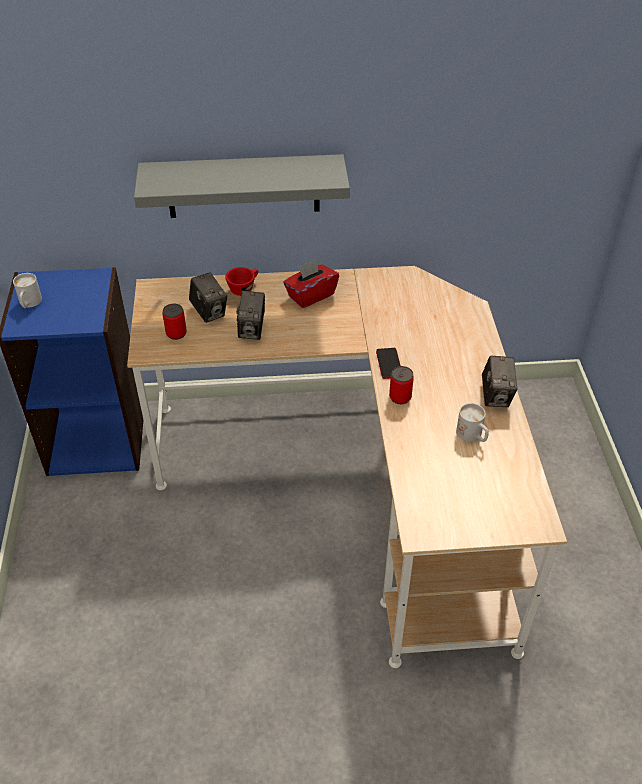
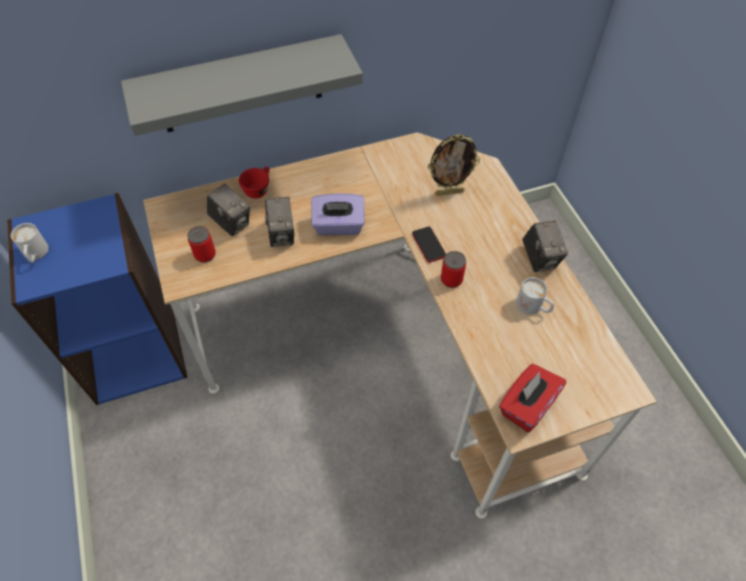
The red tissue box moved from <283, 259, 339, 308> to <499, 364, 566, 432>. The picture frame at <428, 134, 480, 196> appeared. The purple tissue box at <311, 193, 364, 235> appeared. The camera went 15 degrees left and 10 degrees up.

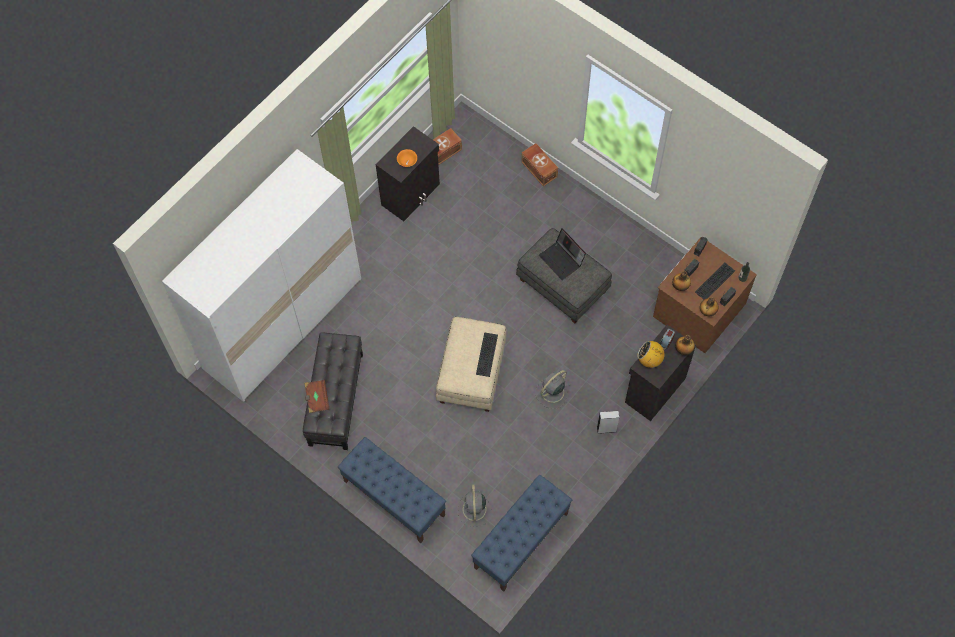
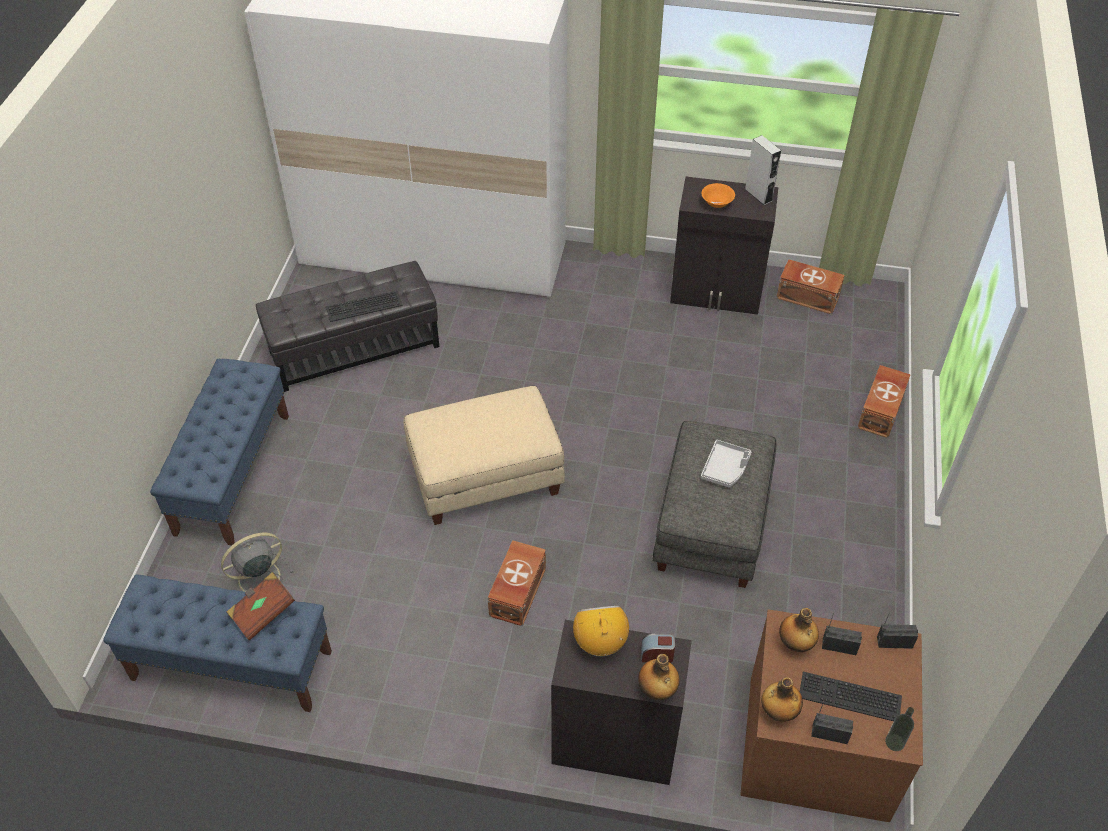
The laptop at <539, 228, 586, 280> was replaced by the grey tray at <701, 440, 752, 487>. The keyboard moved from <476, 332, 498, 377> to <326, 291, 403, 322>. The grey fan at <535, 370, 570, 409> was replaced by the brown storage box at <488, 540, 546, 626>. The brown book moved from <304, 380, 330, 413> to <227, 572, 295, 640>. The grey speaker moved from <597, 411, 619, 434> to <745, 135, 781, 205>. The camera went 60 degrees right and 15 degrees down.

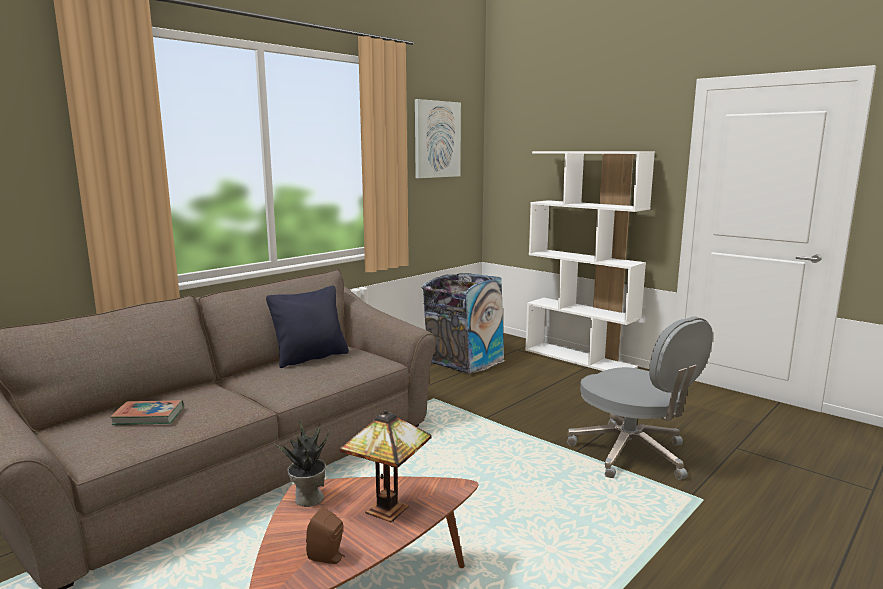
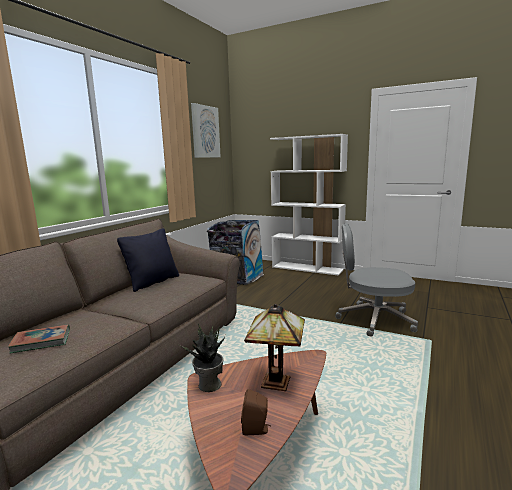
The grey office chair at <567, 316, 713, 480> turned 150 degrees clockwise. The camera went 15 degrees left and 0 degrees up.

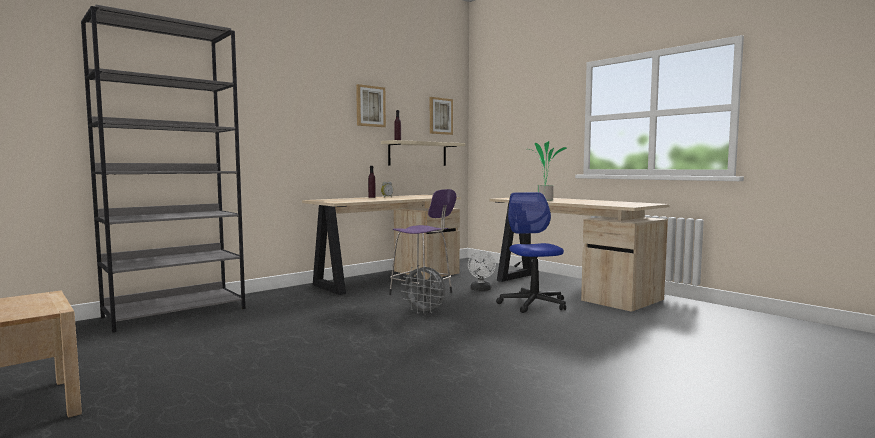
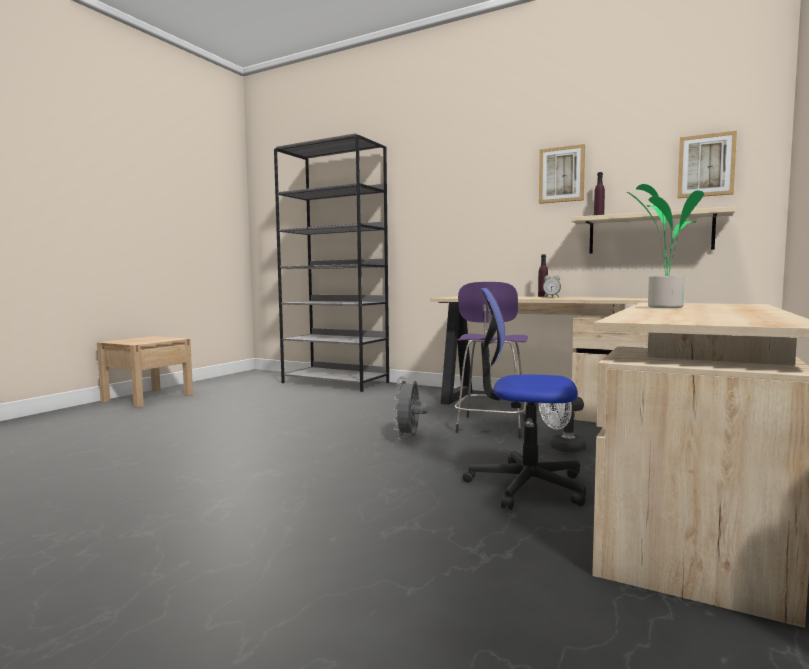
The office chair at <496, 192, 566, 313> turned 135 degrees counterclockwise. The camera went 70 degrees right and 0 degrees up.

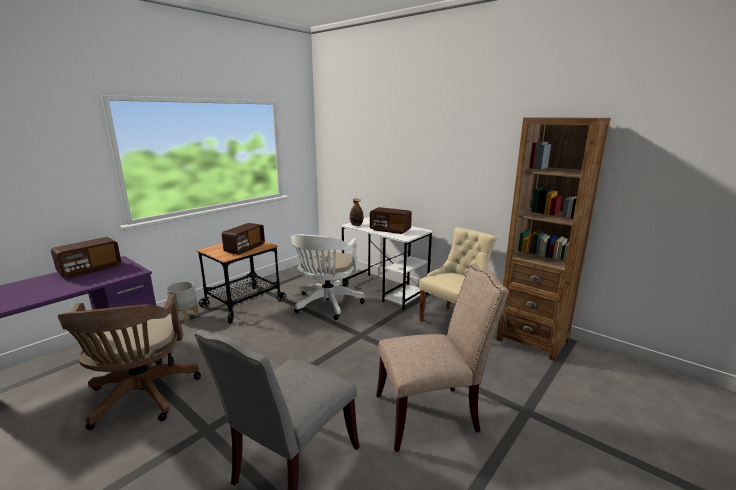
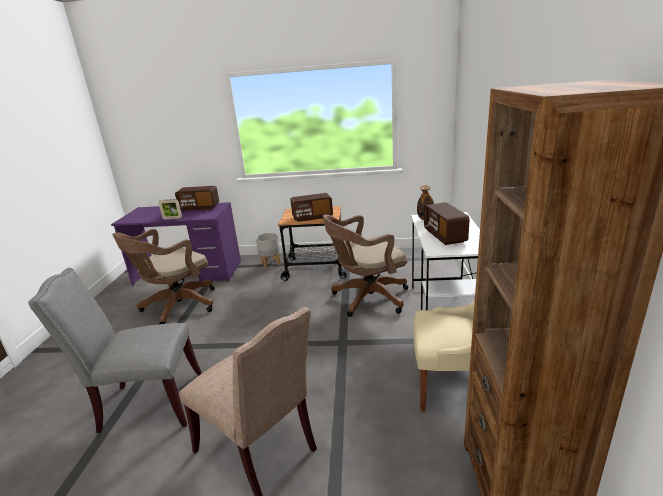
The white office chair at <291, 234, 365, 320> became the brown office chair at <323, 214, 408, 317>. The picture frame at <159, 199, 182, 219> appeared. The camera went 55 degrees right and 5 degrees up.

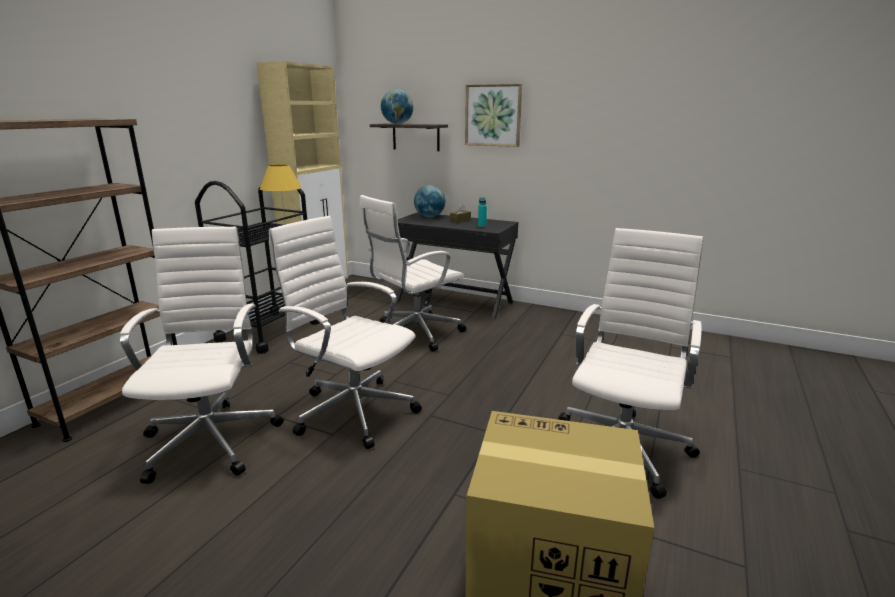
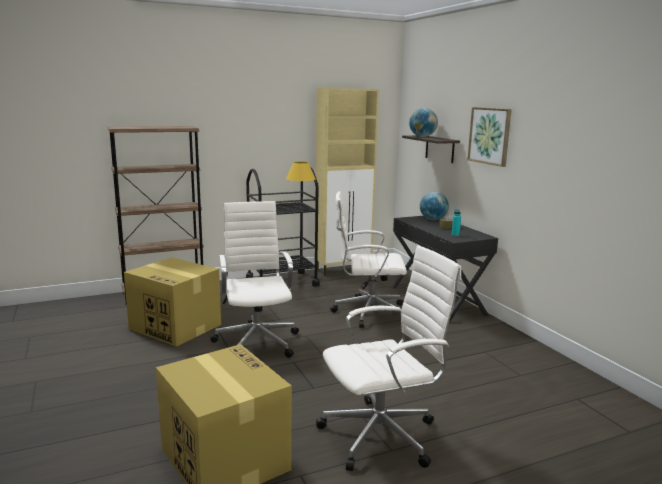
The white office chair at <120, 227, 284, 484> was replaced by the cardboard box at <124, 257, 221, 347>. The camera went 40 degrees right and 5 degrees down.

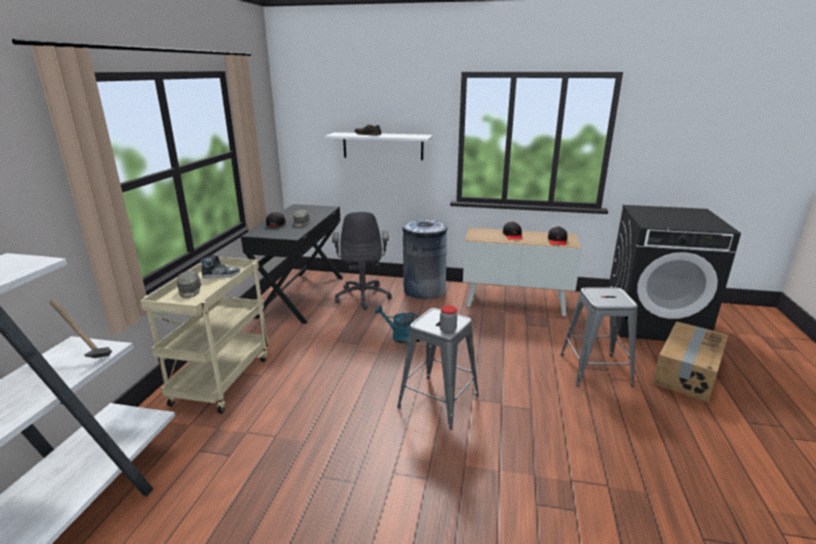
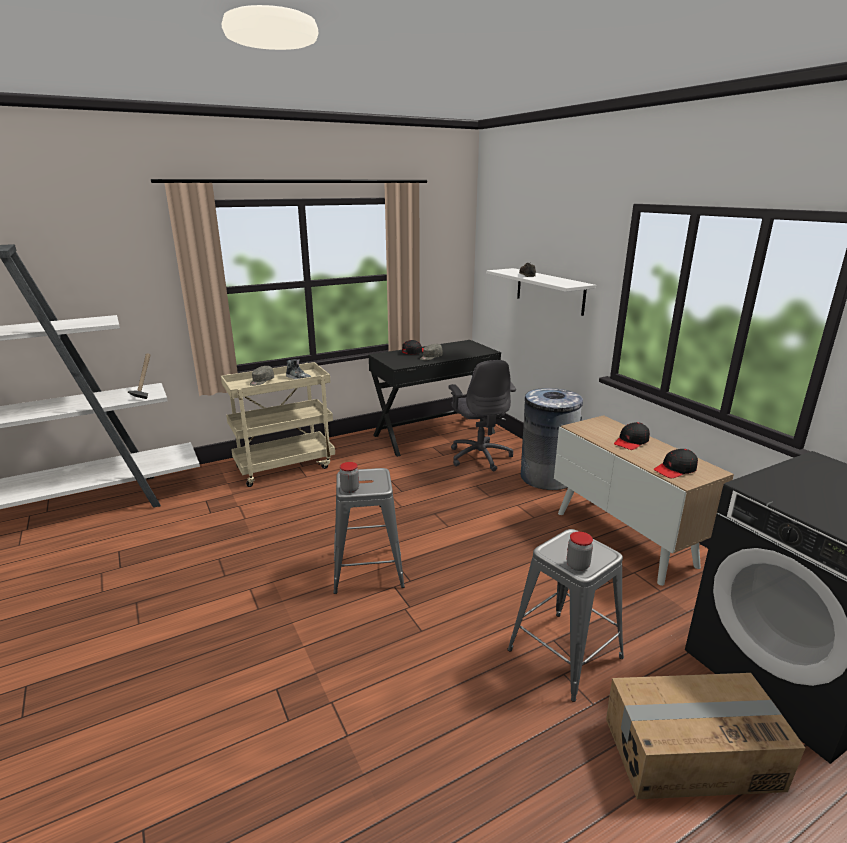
The grey office chair at <332, 212, 392, 310> turned 60 degrees counterclockwise. The turquoise watering can at <375, 306, 419, 344> disappeared. The jar at <567, 532, 593, 571> appeared. The camera went 50 degrees right and 0 degrees up.

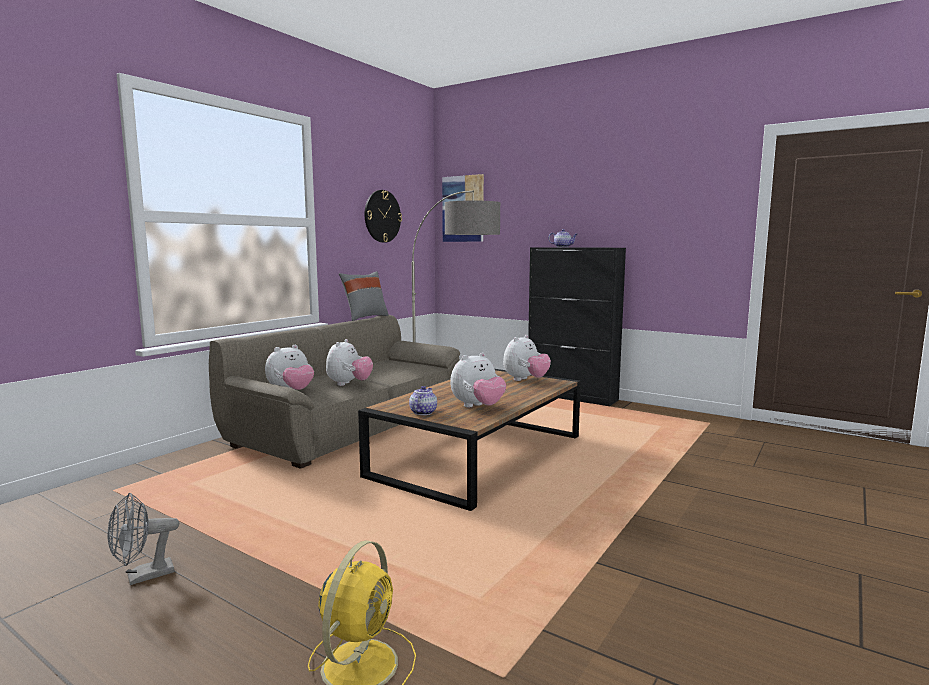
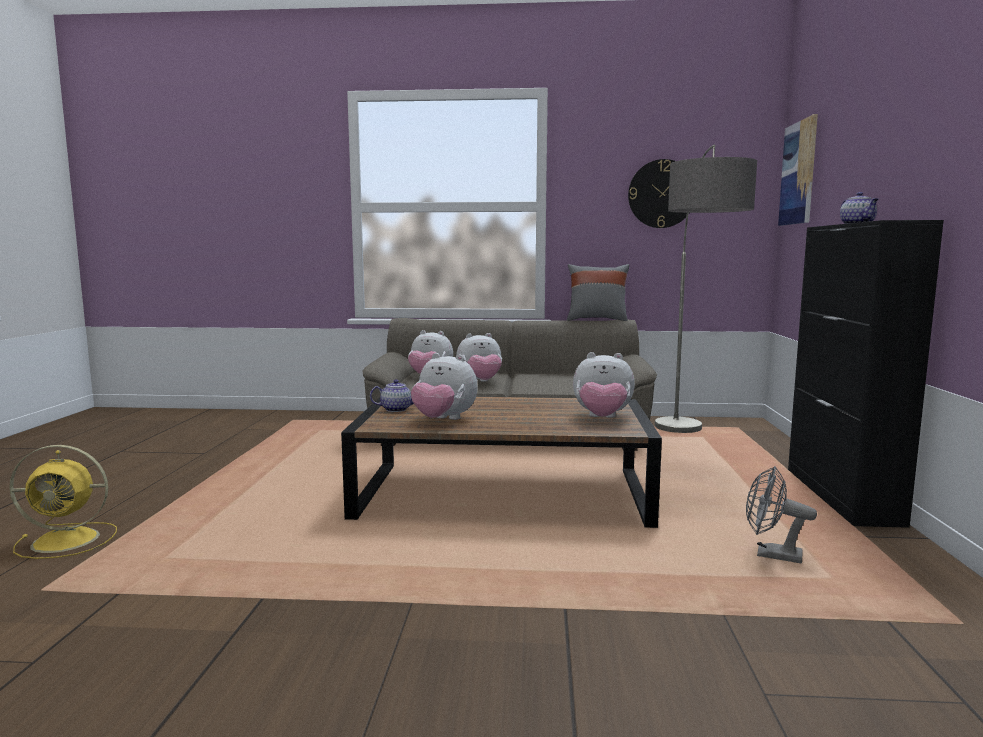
The grey fan moved from <108, 493, 179, 585> to <746, 466, 817, 563>. The camera went 60 degrees right and 0 degrees up.

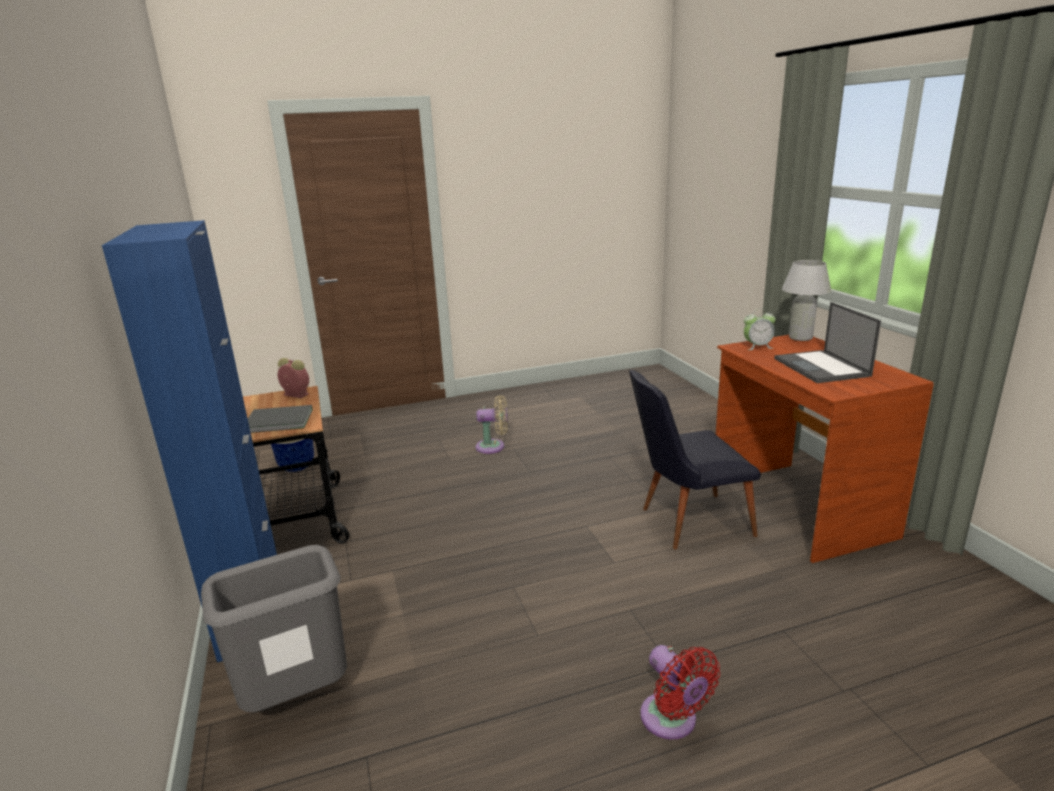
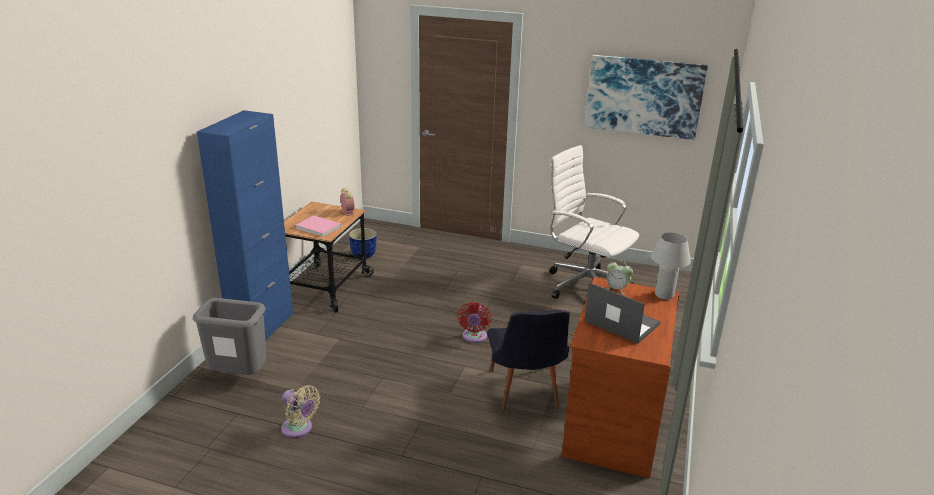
The laptop at <774, 302, 881, 383> turned 105 degrees clockwise. The black chair at <629, 370, 761, 549> turned 120 degrees counterclockwise. The beige fan moved from <475, 395, 508, 454> to <281, 385, 320, 438>. The grey book at <248, 405, 313, 433> became the pink book at <295, 215, 342, 237>. The red fan moved from <640, 645, 720, 740> to <457, 302, 491, 343>. The picture at <585, 55, 708, 140> appeared. The white office chair at <549, 145, 639, 299> appeared. The camera went 35 degrees right and 5 degrees up.

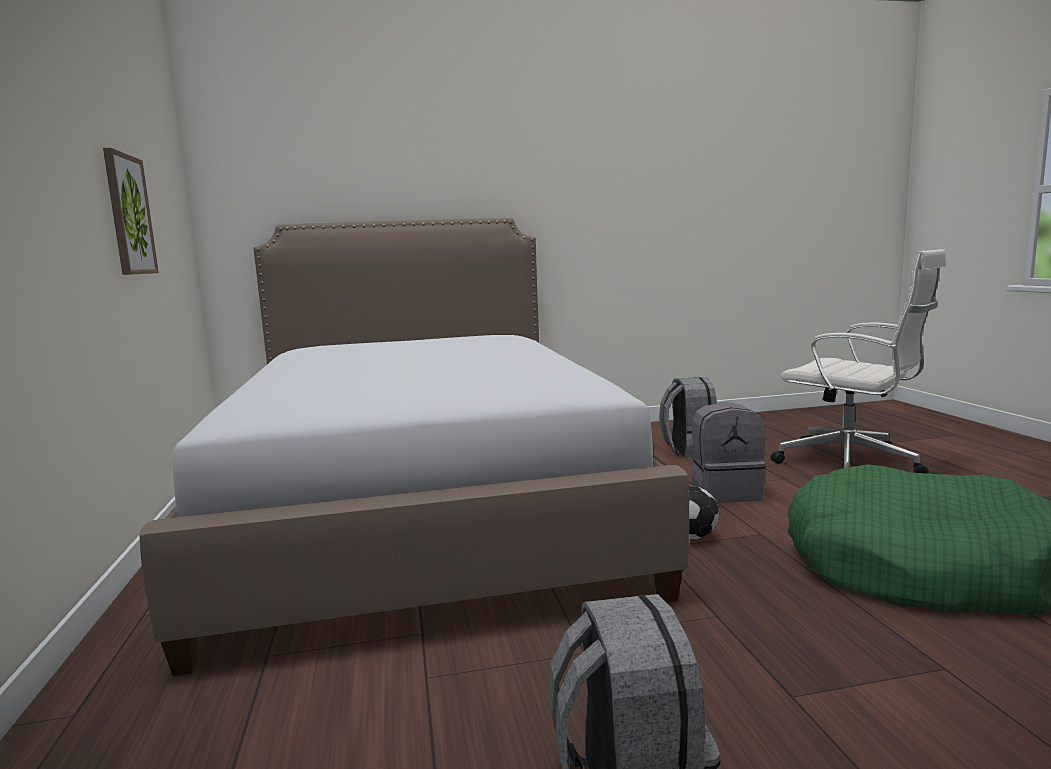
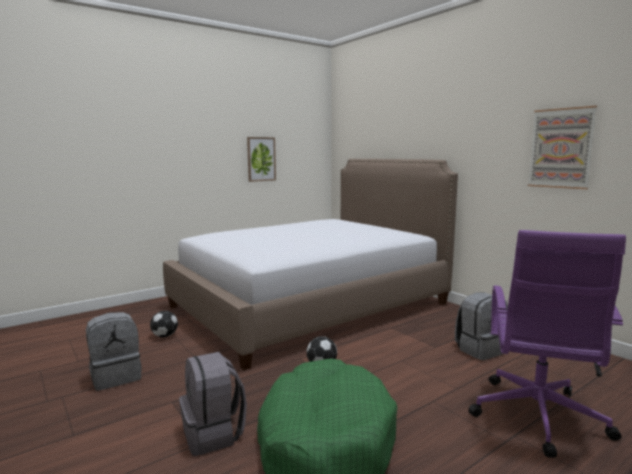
The white office chair at <771, 249, 946, 474> became the purple office chair at <468, 230, 626, 458>. The grey backpack moved from <691, 402, 766, 503> to <179, 352, 247, 456>. The picture at <528, 106, 597, 189> appeared. The football at <150, 311, 178, 337> appeared. The camera went 65 degrees right and 0 degrees up.

